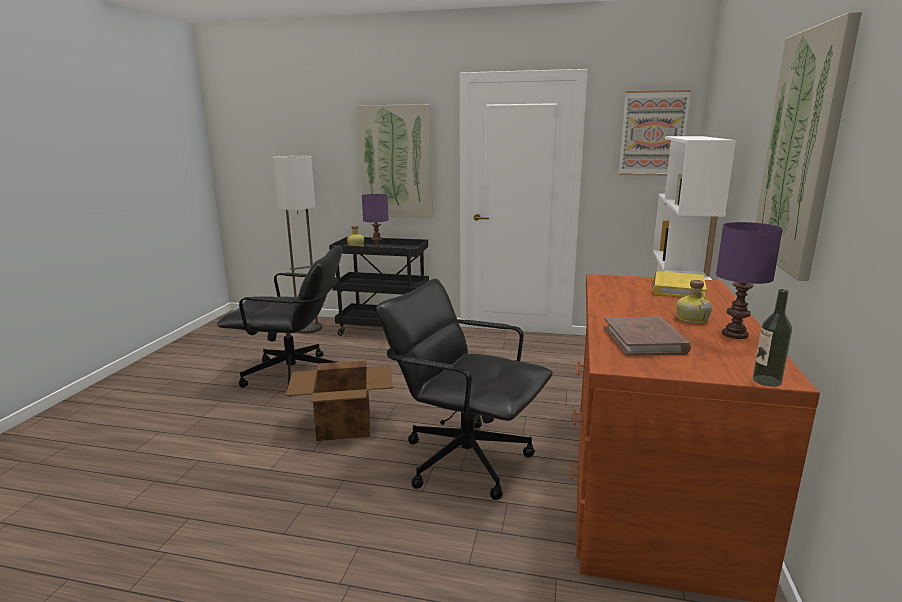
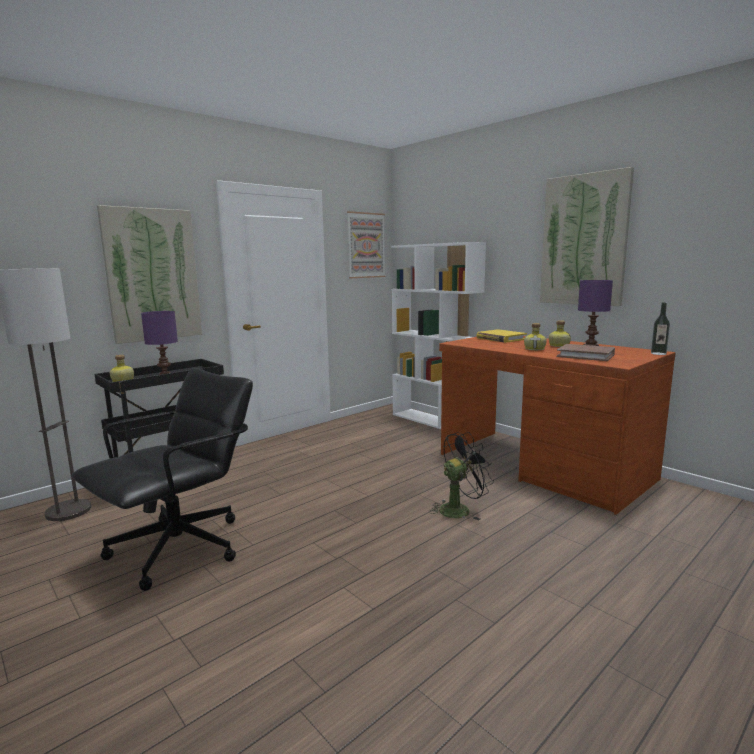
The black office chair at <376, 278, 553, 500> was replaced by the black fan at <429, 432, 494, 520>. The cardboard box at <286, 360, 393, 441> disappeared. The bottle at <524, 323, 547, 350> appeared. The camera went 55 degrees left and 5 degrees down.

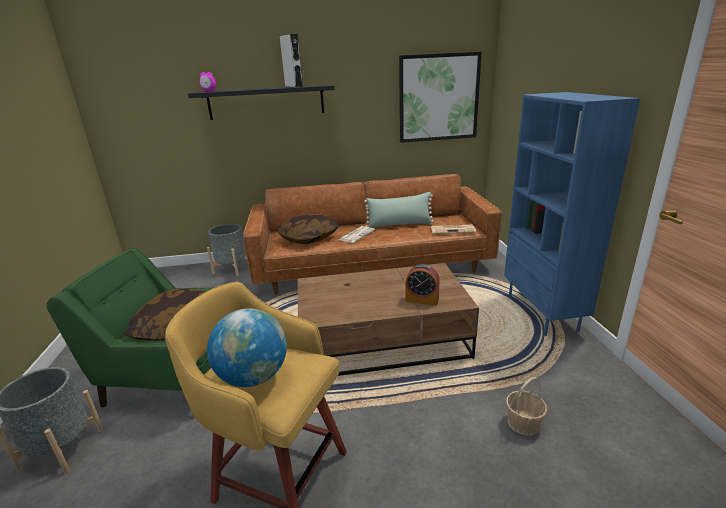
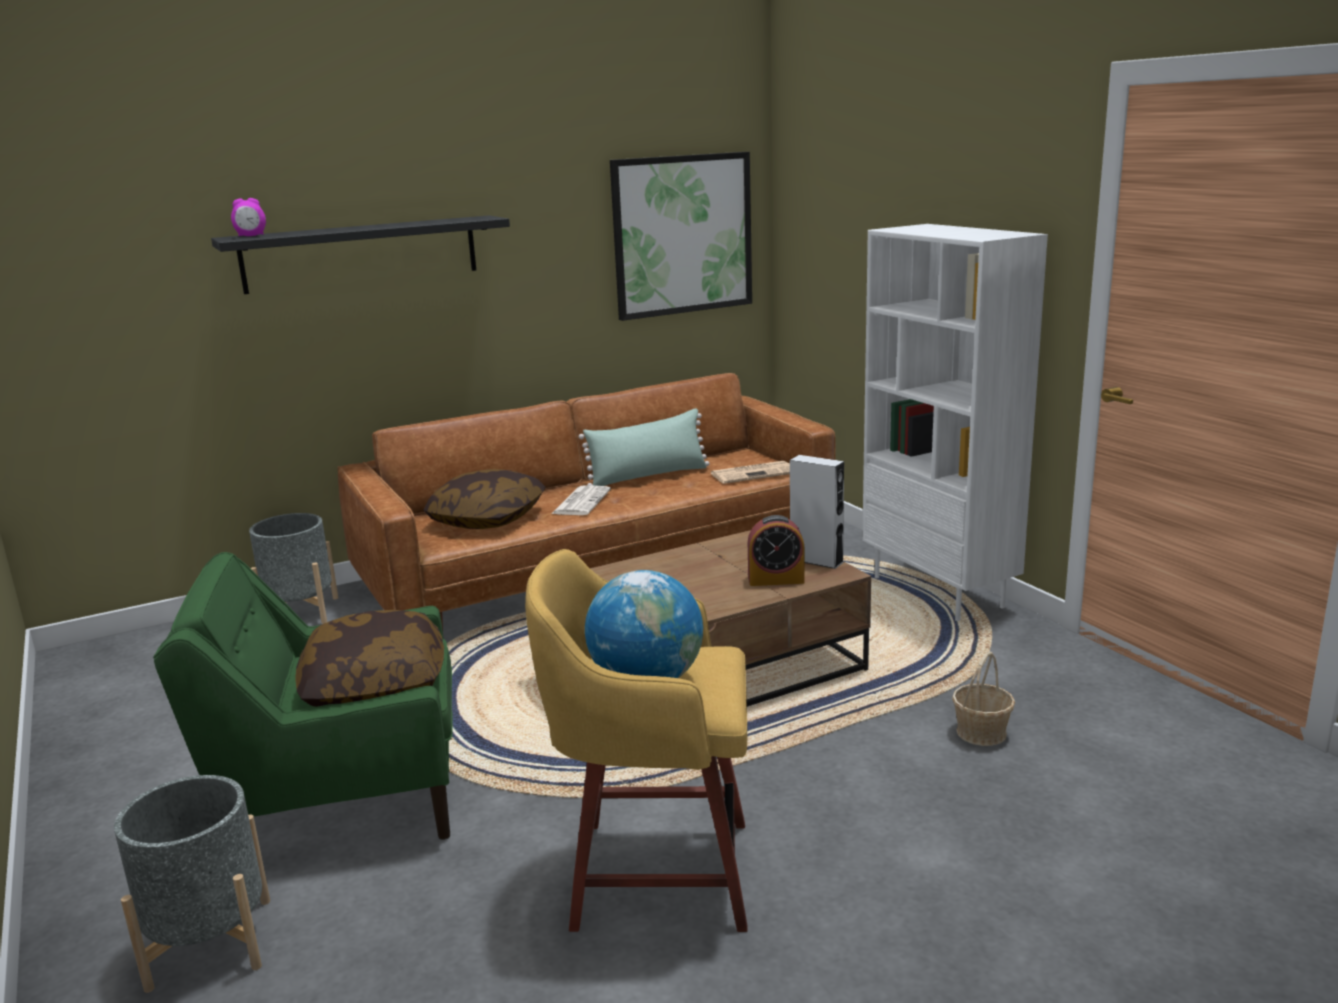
The grey speaker moved from <280, 34, 303, 87> to <790, 455, 844, 569>. The blue bookcase at <504, 92, 640, 336> became the white bookcase at <862, 224, 1048, 621>. The camera went 20 degrees left and 5 degrees down.

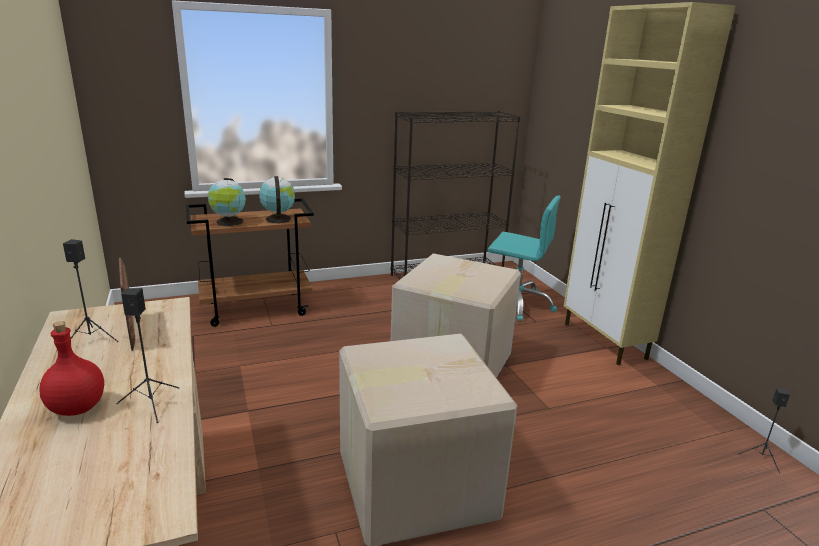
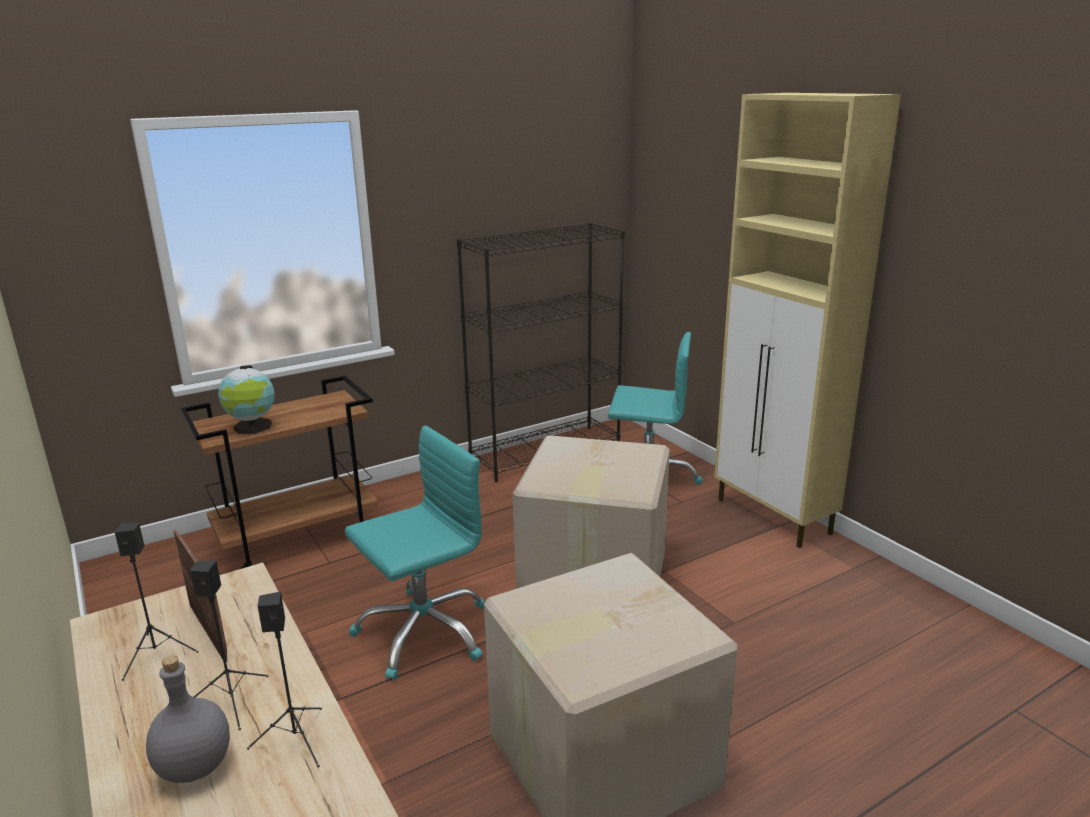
The globe at <259, 176, 295, 224> disappeared. The red bottle at <39, 321, 104, 416> became the grey bottle at <146, 655, 230, 783>. The black speaker moved from <737, 388, 790, 474> to <190, 560, 268, 730>. The turquoise office chair at <345, 425, 485, 680> appeared. The camera went 10 degrees left and 0 degrees up.

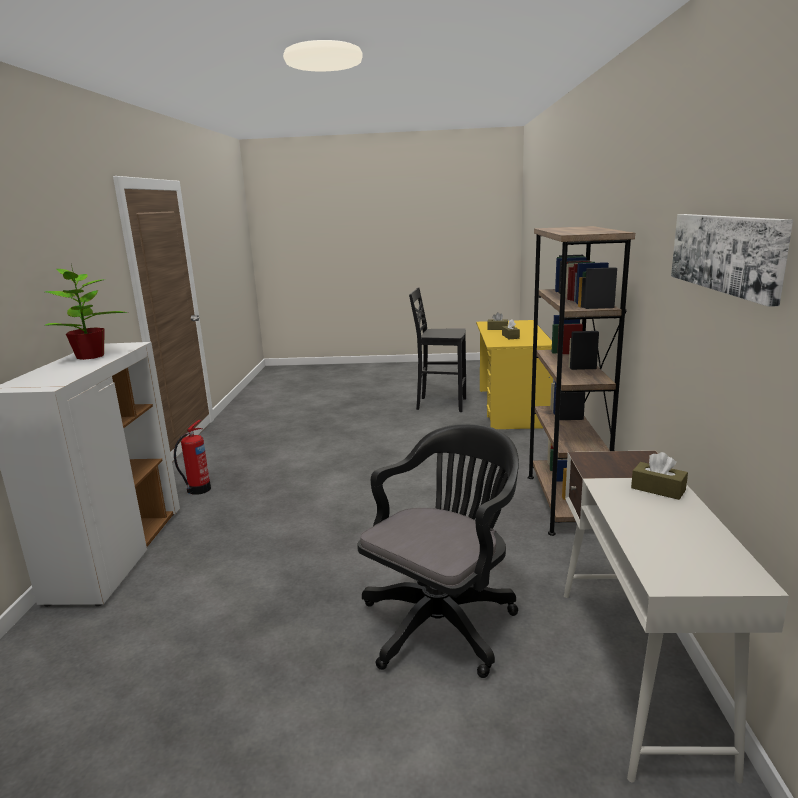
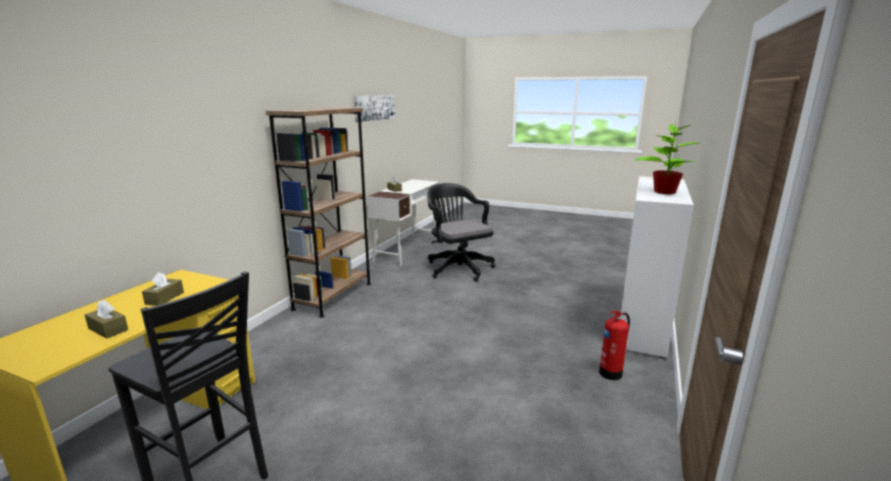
The black office chair at <357, 424, 519, 678> turned 90 degrees clockwise. The camera went 160 degrees left and 0 degrees up.

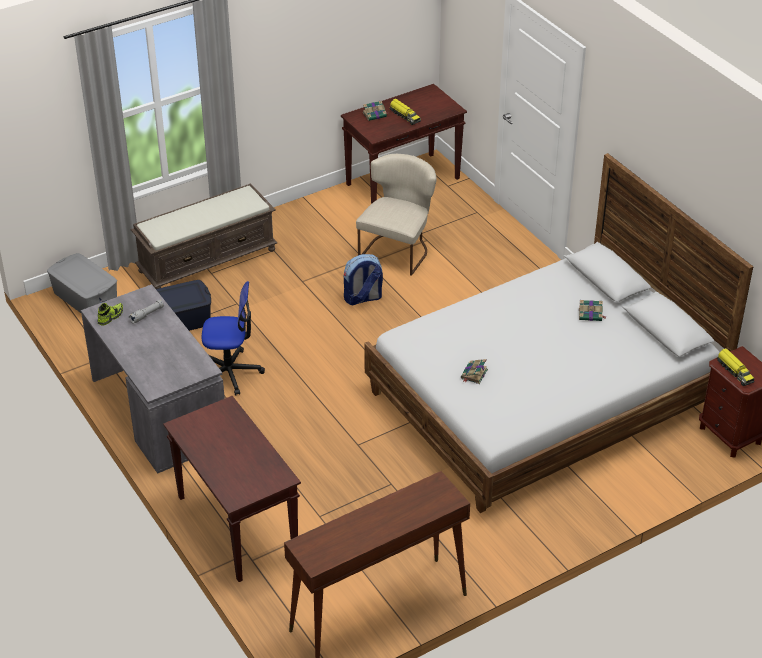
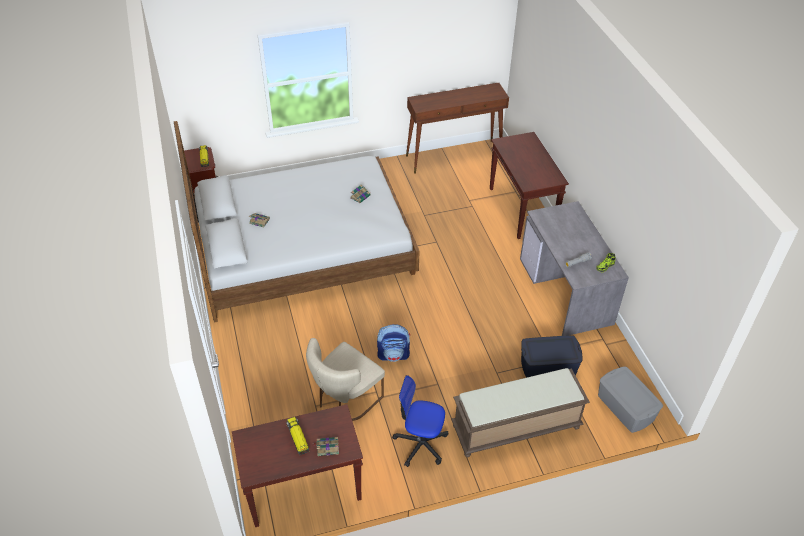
The office chair moved from <202, 281, 265, 395> to <392, 375, 448, 467>. The camera went 165 degrees left and 5 degrees up.

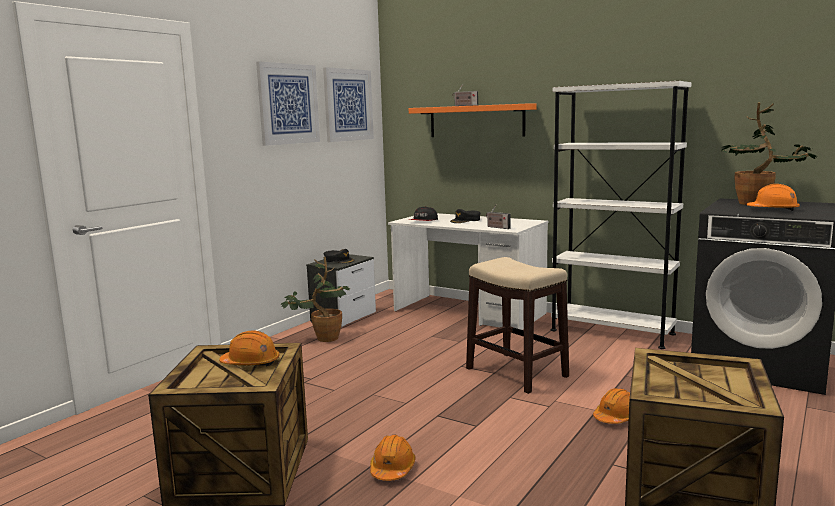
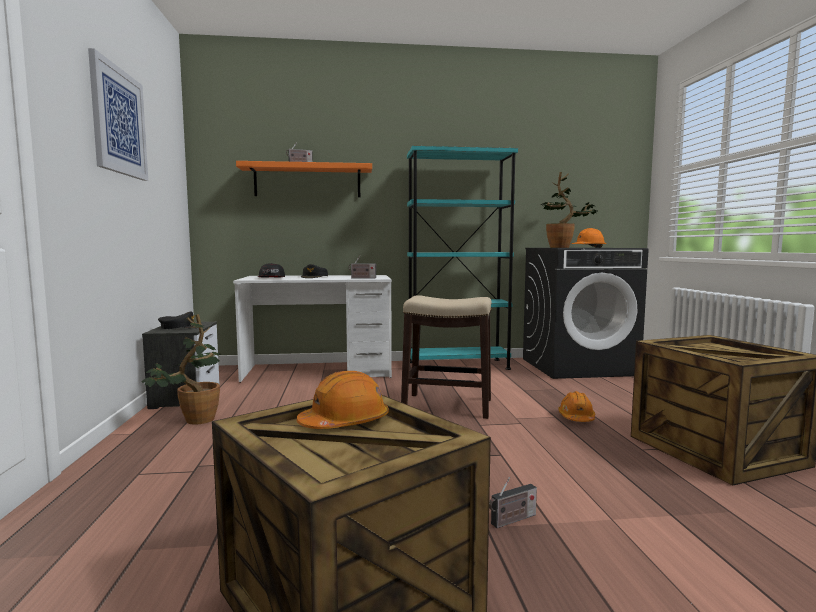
The picture at <323, 67, 374, 142> disappeared. The white bookcase at <551, 81, 692, 349> became the turquoise bookcase at <407, 146, 518, 370>. The orange hard hat at <370, 434, 415, 481> was replaced by the radio at <489, 477, 537, 528>. The camera went 40 degrees left and 5 degrees down.

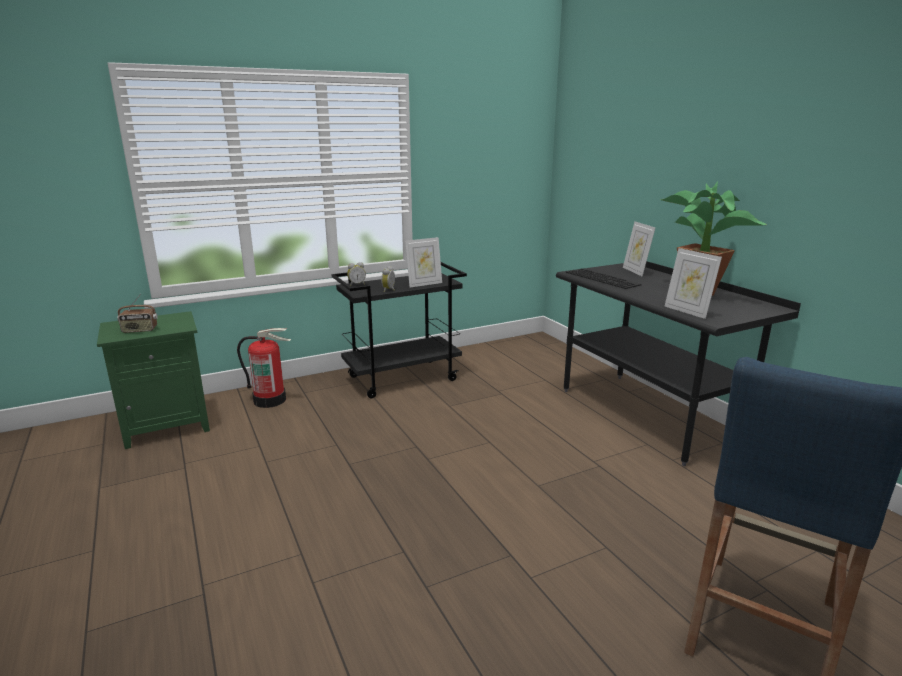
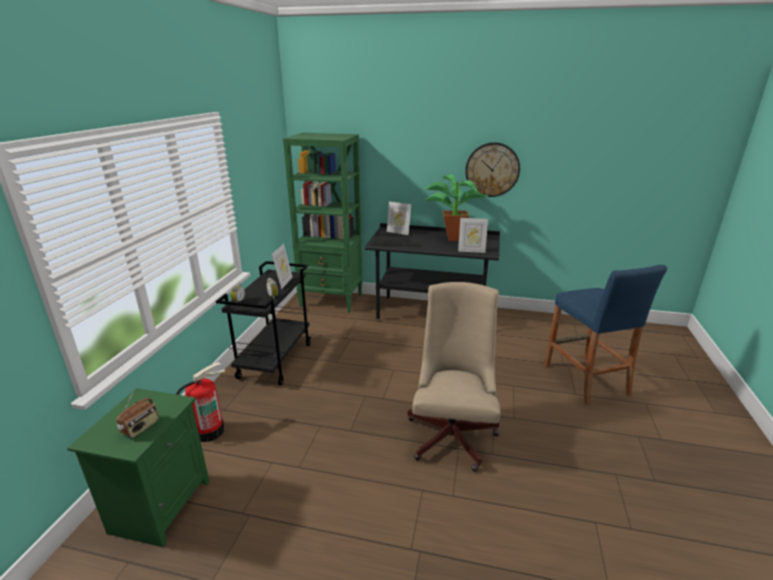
The green bookcase at <283, 133, 362, 313> appeared. The wall clock at <465, 142, 520, 197> appeared. The beige office chair at <407, 282, 500, 472> appeared. The camera went 50 degrees left and 5 degrees up.

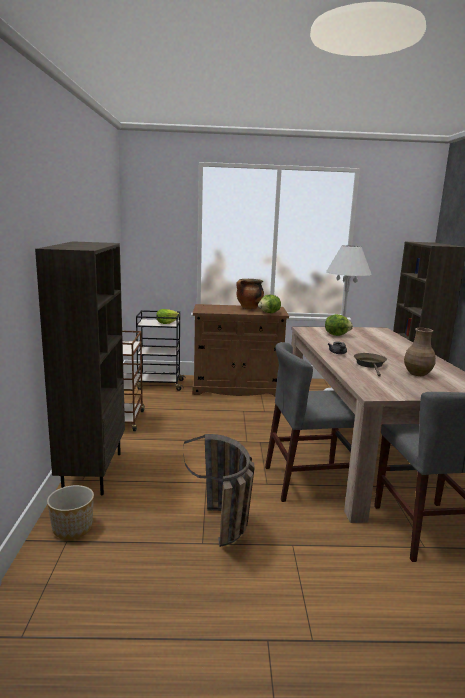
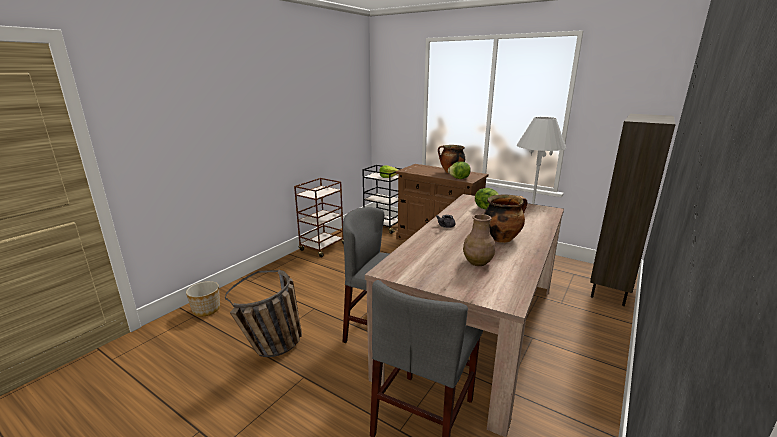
The brown bookcase at <35, 241, 125, 495> disappeared. The brown frying pan at <354, 353, 387, 377> disappeared. The cooking pot at <484, 195, 528, 243> appeared. The camera went 35 degrees right and 5 degrees up.

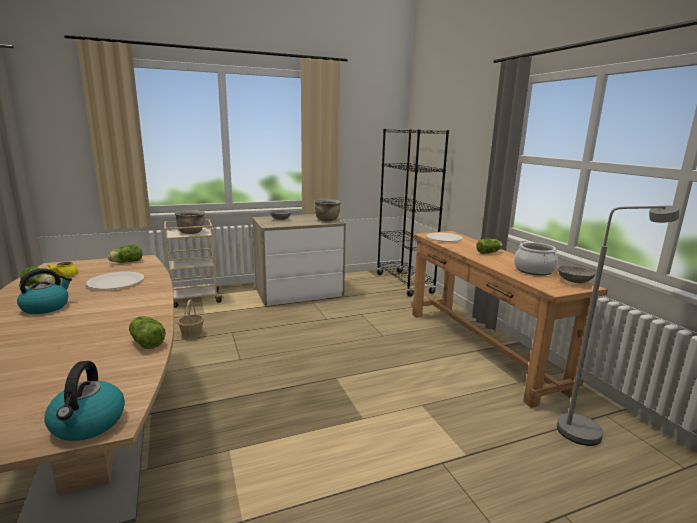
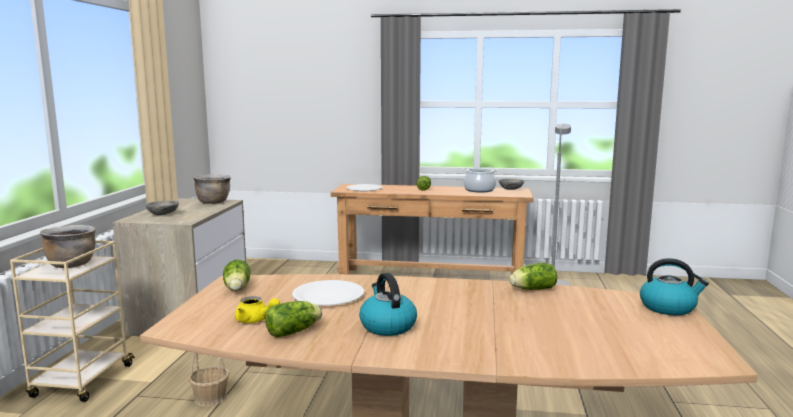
The black bookcase at <377, 129, 449, 296> disappeared. The camera went 60 degrees left and 5 degrees down.

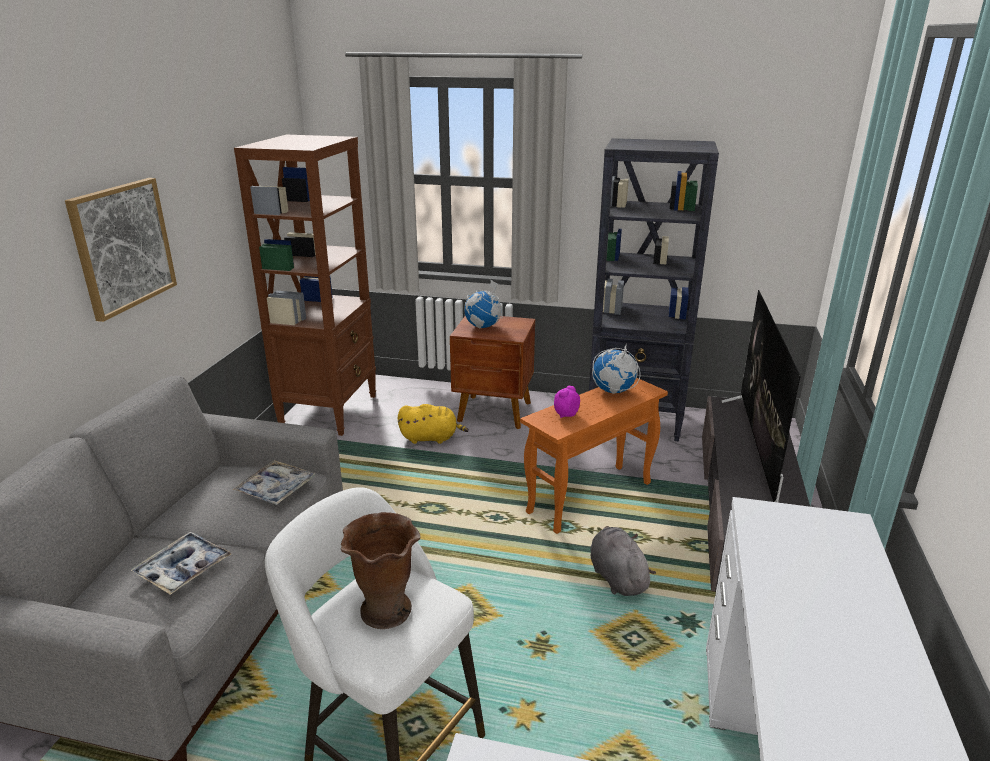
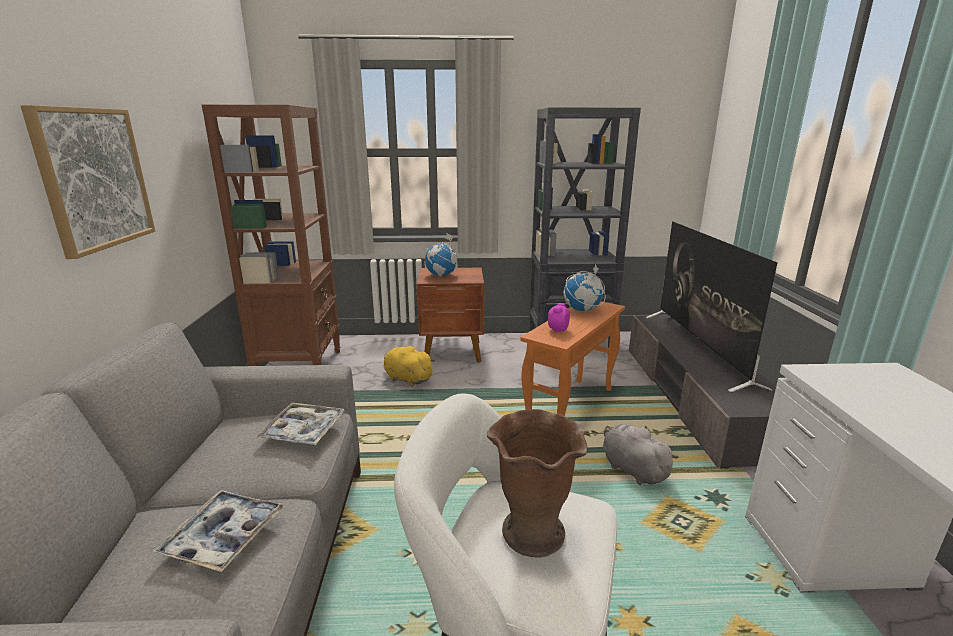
The yellow plush toy at <398, 404, 469, 444> turned 135 degrees counterclockwise. The camera went 15 degrees left and 5 degrees down.

